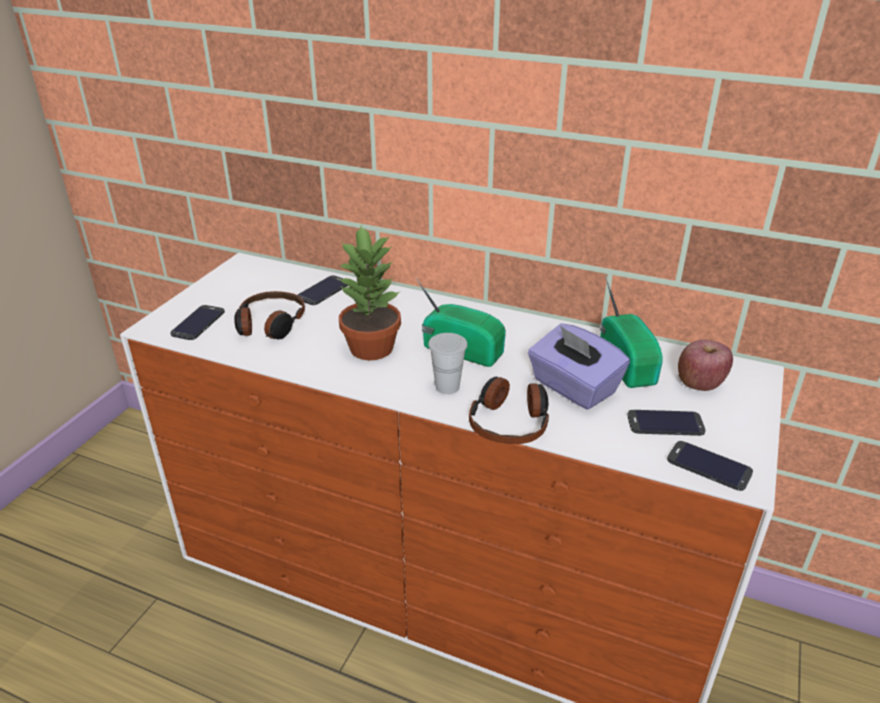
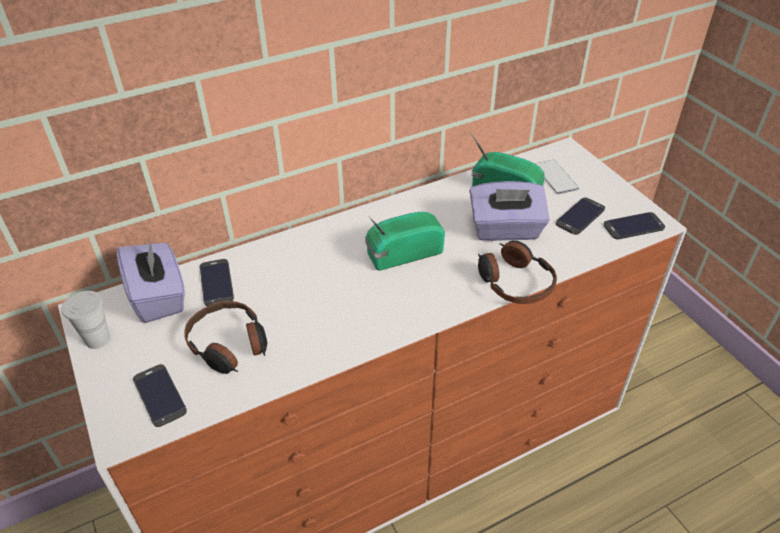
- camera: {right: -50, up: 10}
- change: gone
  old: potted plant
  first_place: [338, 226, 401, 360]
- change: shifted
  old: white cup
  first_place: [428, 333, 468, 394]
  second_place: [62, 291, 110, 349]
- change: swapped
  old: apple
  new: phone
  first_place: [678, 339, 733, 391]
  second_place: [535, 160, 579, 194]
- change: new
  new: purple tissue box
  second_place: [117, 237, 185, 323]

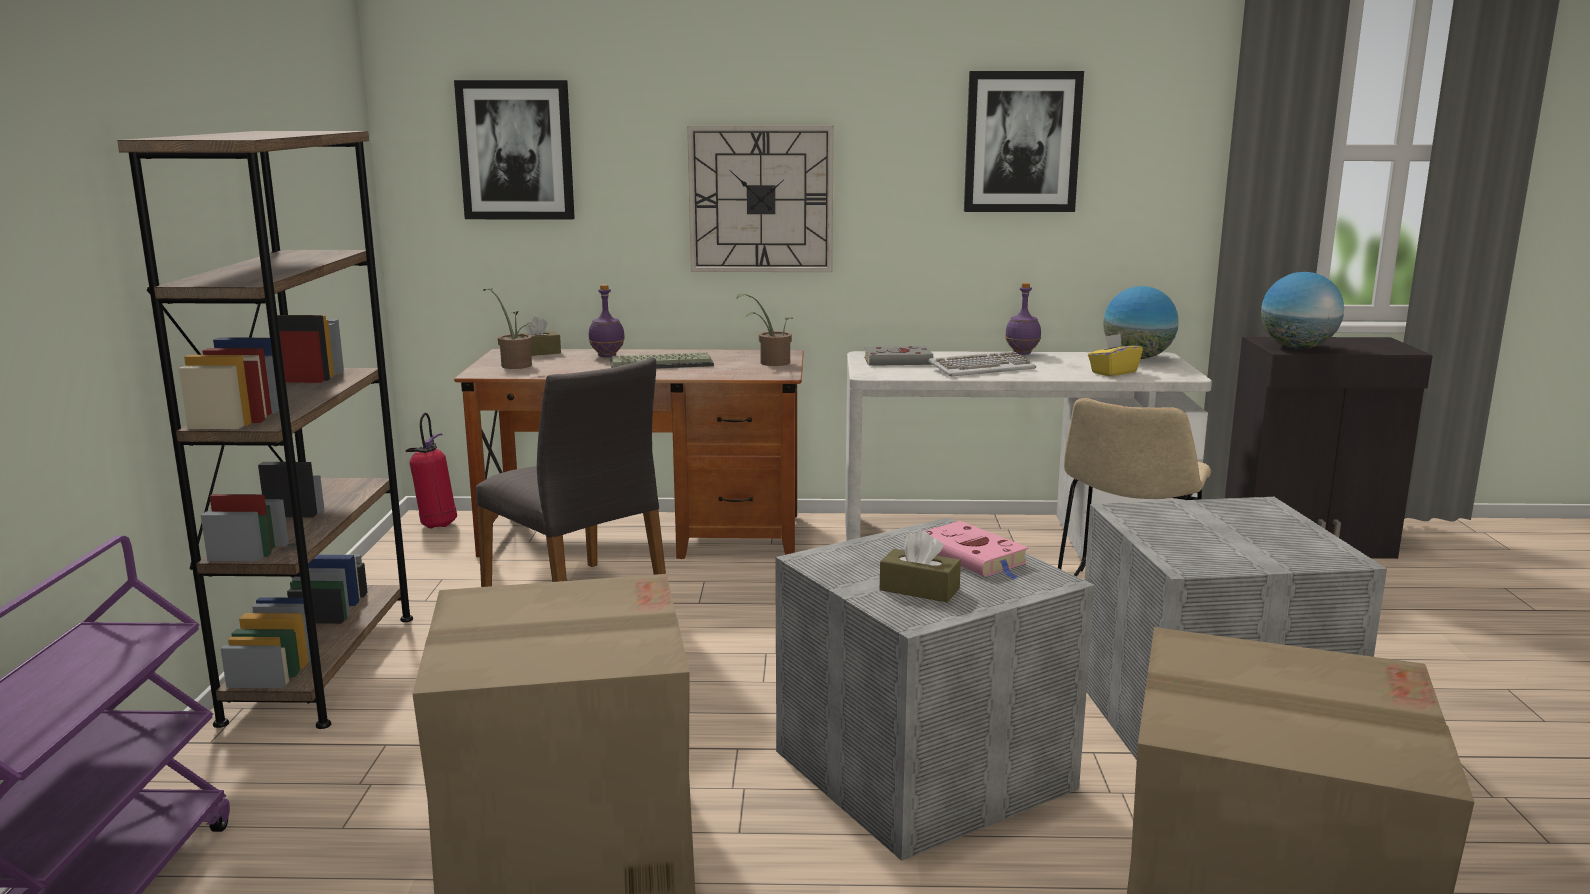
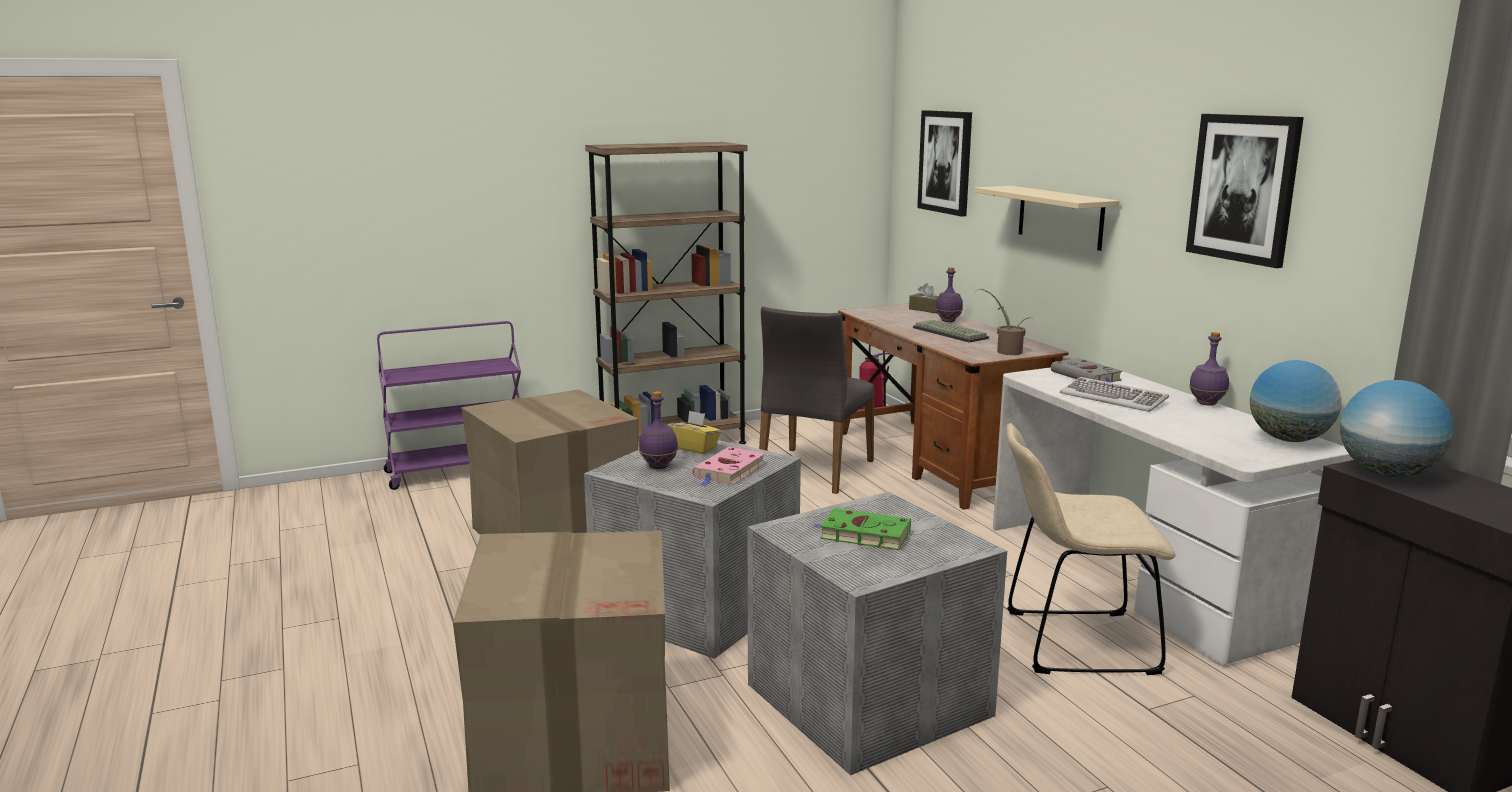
- camera: {right: 65, up: 0}
- change: swapped
  old: wall clock
  new: beige shelf
  first_place: [687, 125, 834, 272]
  second_place: [974, 186, 1120, 251]
- change: gone
  old: potted plant
  first_place: [483, 288, 534, 369]
- change: shifted
  old: yellow tissue box
  first_place: [1088, 334, 1143, 377]
  second_place: [668, 410, 721, 454]
- change: swapped
  old: brown tissue box
  new: purple bottle
  first_place: [880, 531, 961, 602]
  second_place: [639, 391, 678, 469]
- change: new
  new: green book
  second_place: [813, 508, 911, 550]

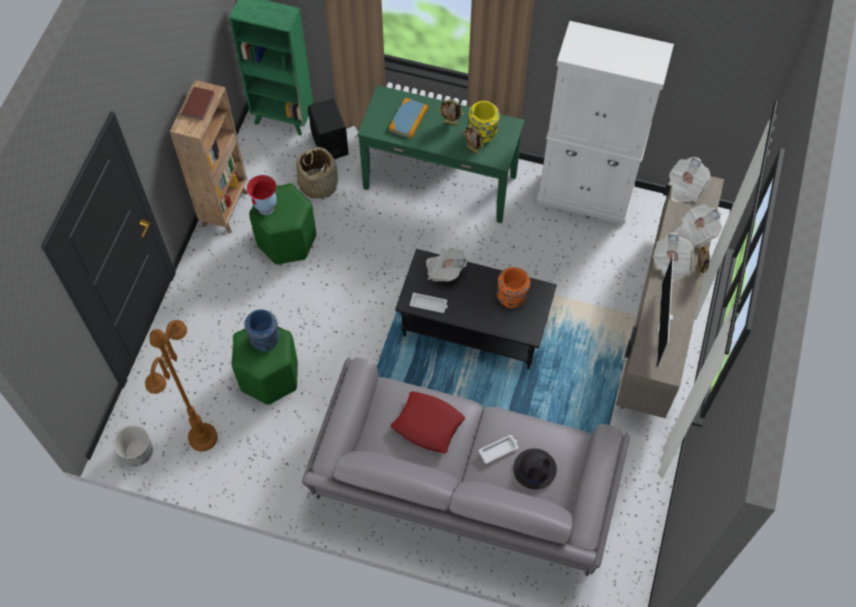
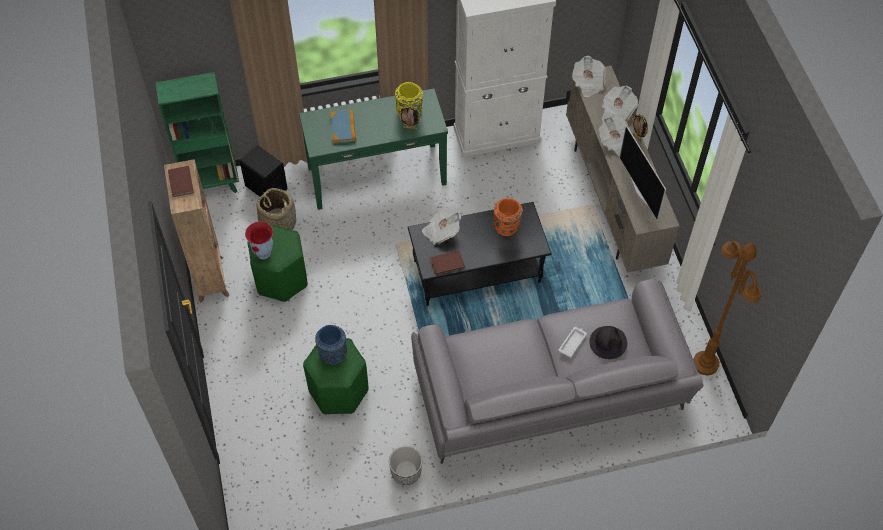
- camera: {right: -30, up: -5}
- change: gone
  old: picture frame
  first_place: [439, 100, 463, 125]
- change: swapped
  old: white tray
  new: brown book
  first_place: [410, 293, 448, 313]
  second_place: [430, 250, 465, 275]
- change: shifted
  old: brown floor lamp
  first_place: [145, 320, 218, 451]
  second_place: [693, 241, 761, 375]
- change: gone
  old: red pillow
  first_place: [391, 391, 465, 453]
- change: shifted
  old: planter
  first_place: [113, 425, 153, 466]
  second_place: [389, 446, 422, 485]

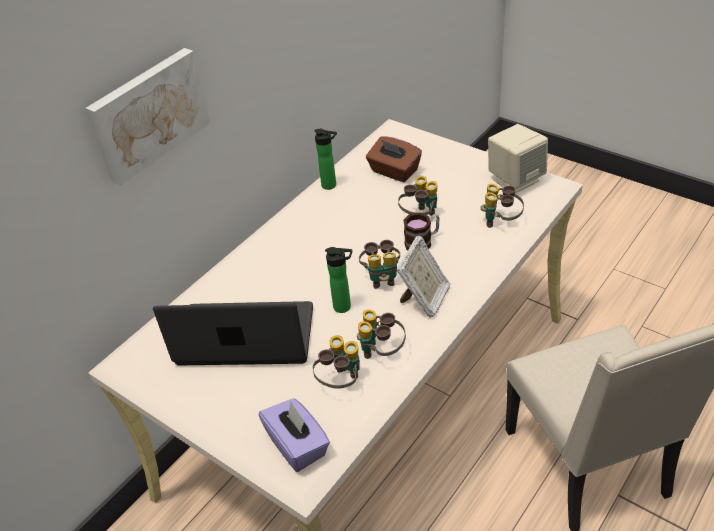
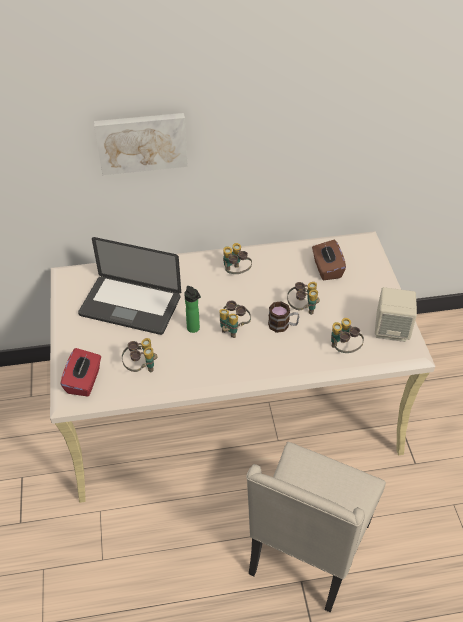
- camera: {right: 40, up: 5}
- change: gone
  old: bottle
  first_place: [314, 129, 337, 190]
- change: gone
  old: picture frame
  first_place: [396, 236, 450, 318]
- change: rotated
  old: laptop
  first_place: [153, 301, 313, 365]
  second_place: [78, 237, 181, 335]
  degrees: 150
- change: shifted
  old: binoculars
  first_place: [357, 309, 406, 359]
  second_place: [223, 243, 252, 274]
- change: repainted
  old: purple tissue box
  new: red tissue box
  first_place: [259, 398, 330, 472]
  second_place: [60, 348, 101, 397]

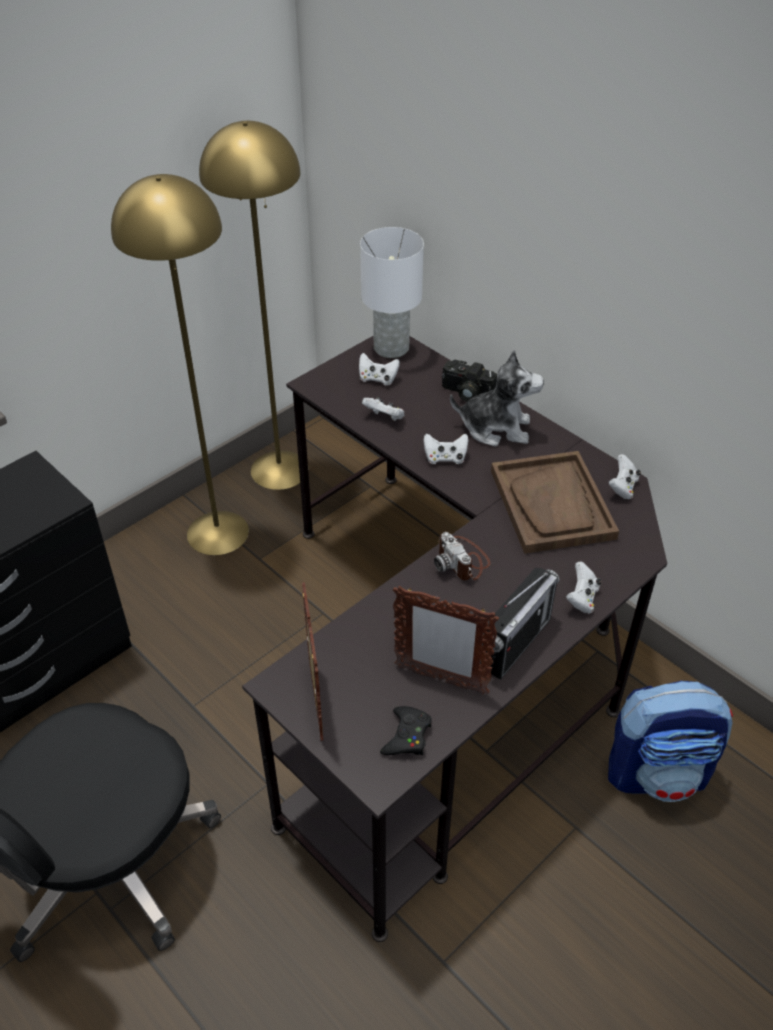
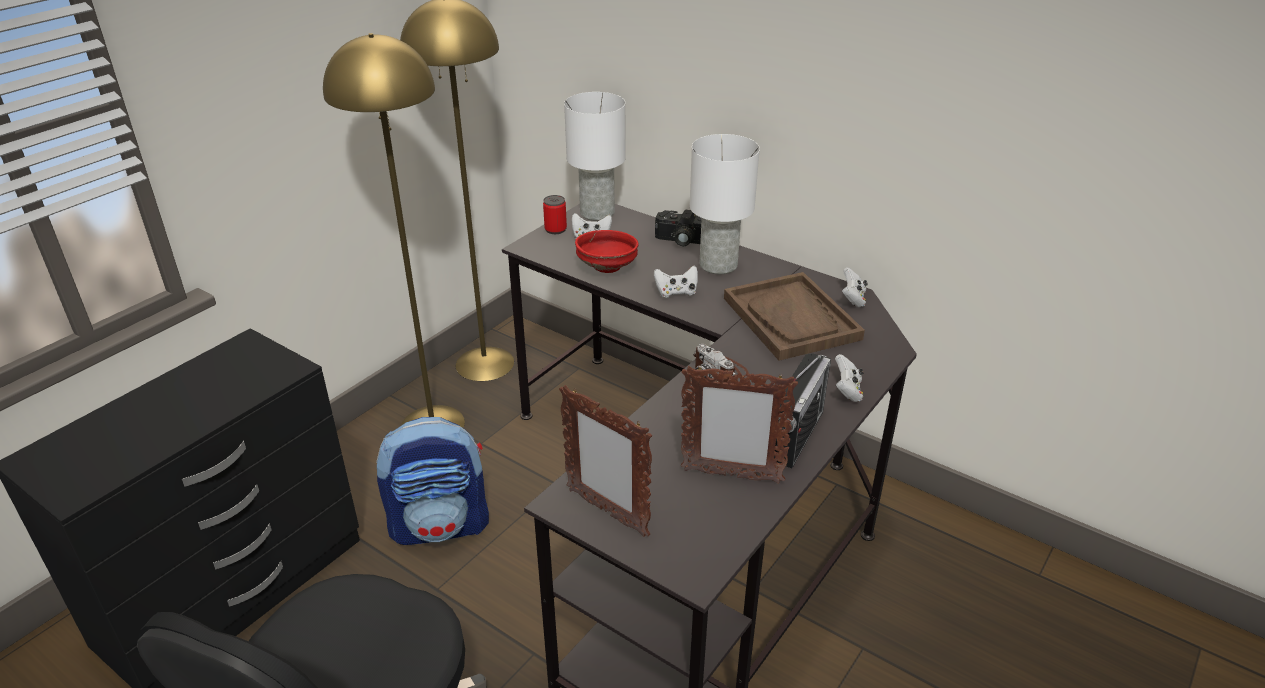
- camera: {right: -10, up: -10}
- change: swapped
  old: plush toy
  new: white table lamp
  first_place: [450, 350, 544, 447]
  second_place: [690, 134, 760, 274]
- change: swapped
  old: white game controller
  new: red bowl
  first_place: [362, 397, 404, 421]
  second_place: [575, 230, 639, 273]
- change: rotated
  old: picture frame
  first_place: [302, 582, 323, 741]
  second_place: [559, 385, 652, 537]
  degrees: 150
- change: shifted
  old: backpack
  first_place: [608, 681, 733, 802]
  second_place: [376, 417, 489, 545]
- change: gone
  old: black game controller
  first_place: [380, 706, 432, 755]
- change: new
  new: can
  second_place: [543, 195, 567, 234]

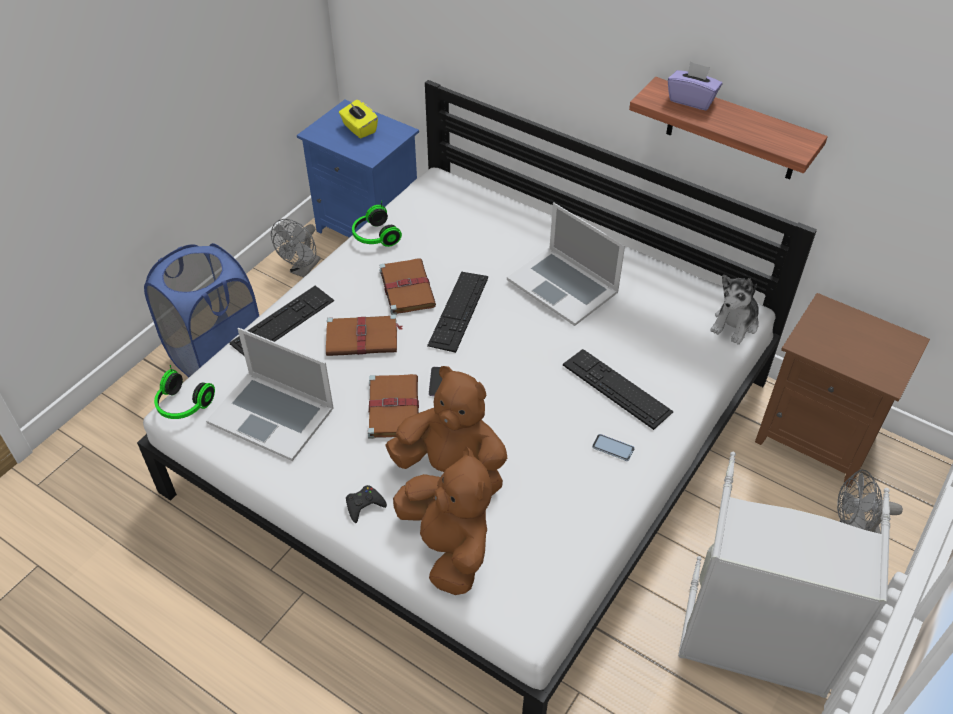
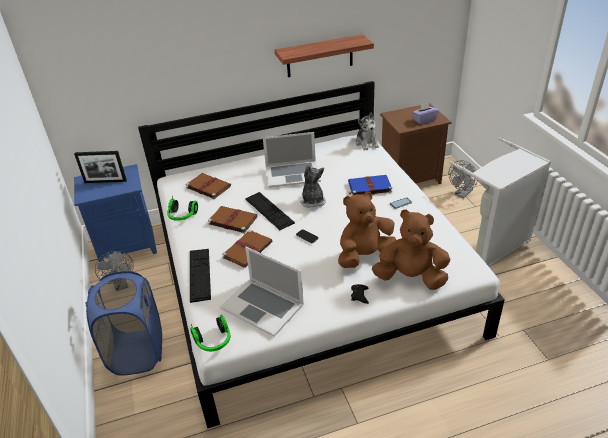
- camera: {right: -50, up: -10}
- change: shifted
  old: purple tissue box
  first_place: [668, 61, 722, 110]
  second_place: [412, 102, 439, 124]
- change: swapped
  old: yellow tissue box
  new: picture frame
  first_place: [339, 100, 378, 138]
  second_place: [74, 151, 127, 183]
- change: rotated
  old: laptop
  first_place: [206, 328, 334, 461]
  second_place: [220, 247, 304, 337]
  degrees: 60
- change: swapped
  old: keyboard
  new: blue book
  first_place: [563, 349, 674, 430]
  second_place: [348, 175, 392, 195]
- change: shifted
  old: brown book
  first_place: [368, 374, 419, 439]
  second_place: [186, 173, 231, 199]
- change: new
  new: plush toy
  second_place: [300, 165, 326, 208]

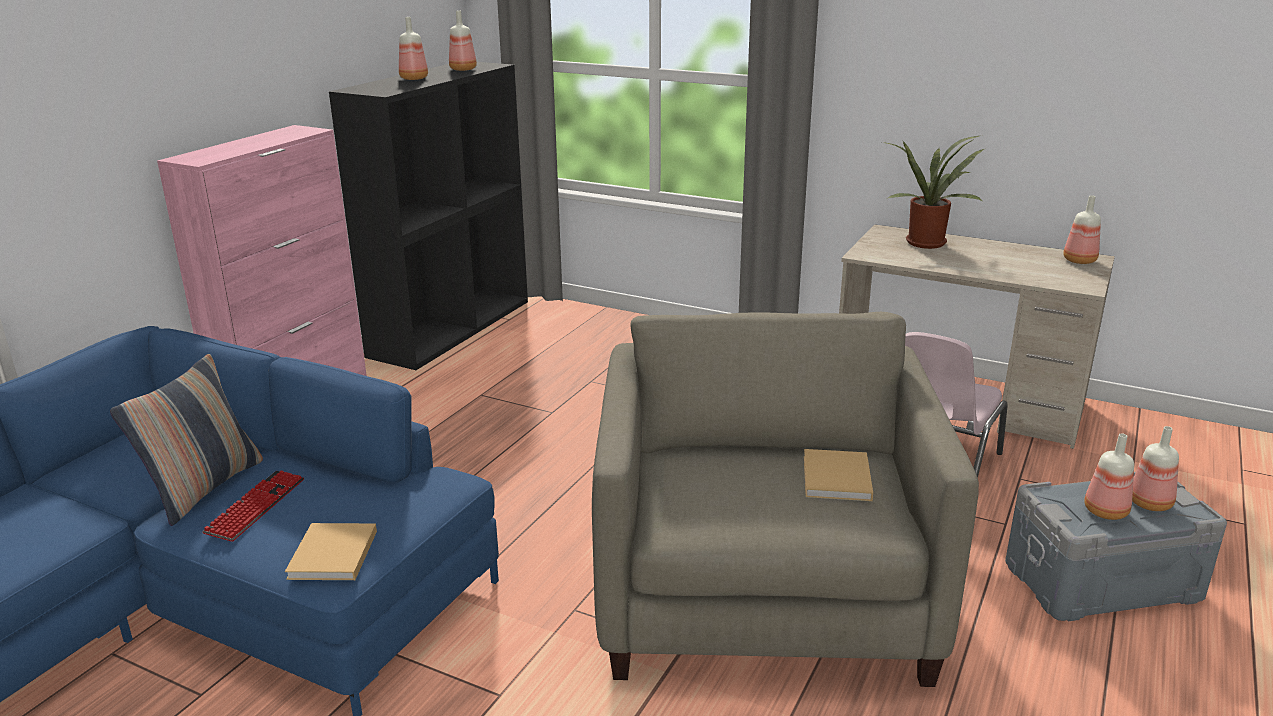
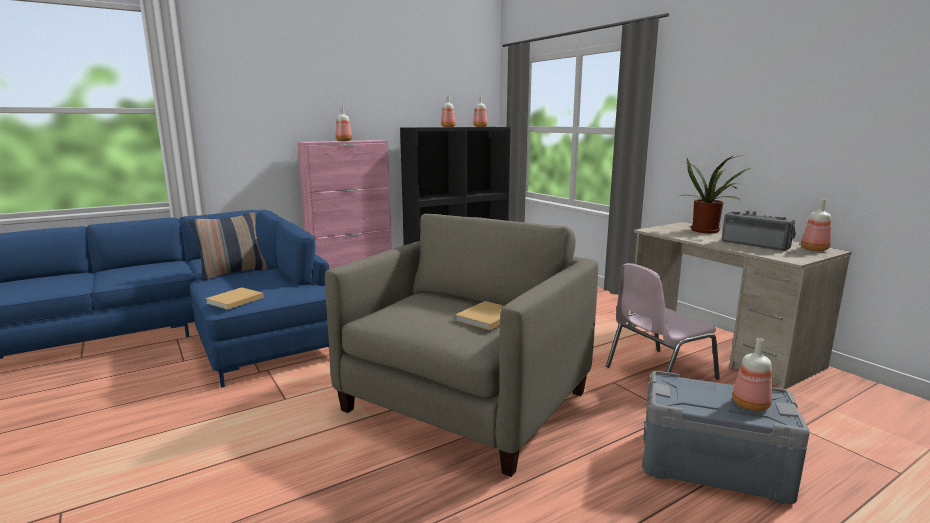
- camera: {right: 30, up: -10}
- change: shifted
  old: bottle
  first_place: [1084, 433, 1134, 520]
  second_place: [336, 106, 352, 141]
- change: gone
  old: keyboard
  first_place: [202, 470, 304, 542]
- change: new
  new: radio
  second_place: [722, 210, 796, 251]

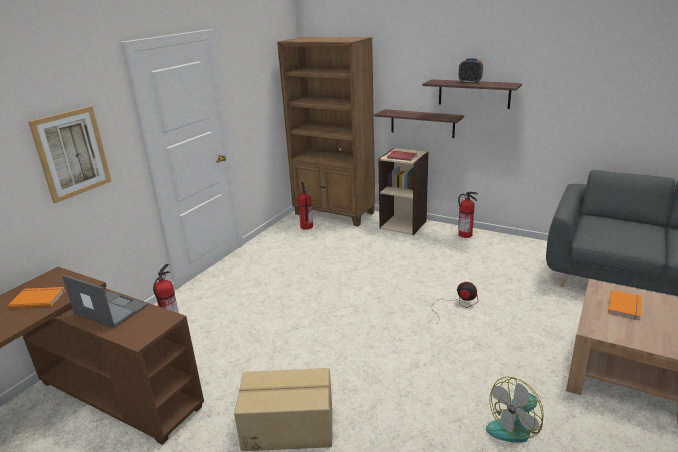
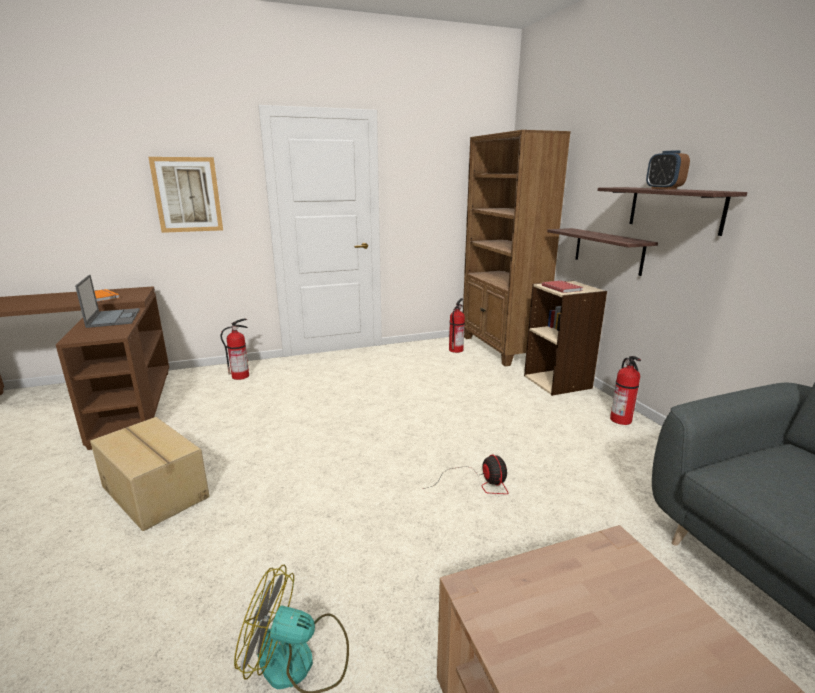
- camera: {right: 40, up: -5}
- change: gone
  old: orange book
  first_place: [608, 290, 642, 320]

